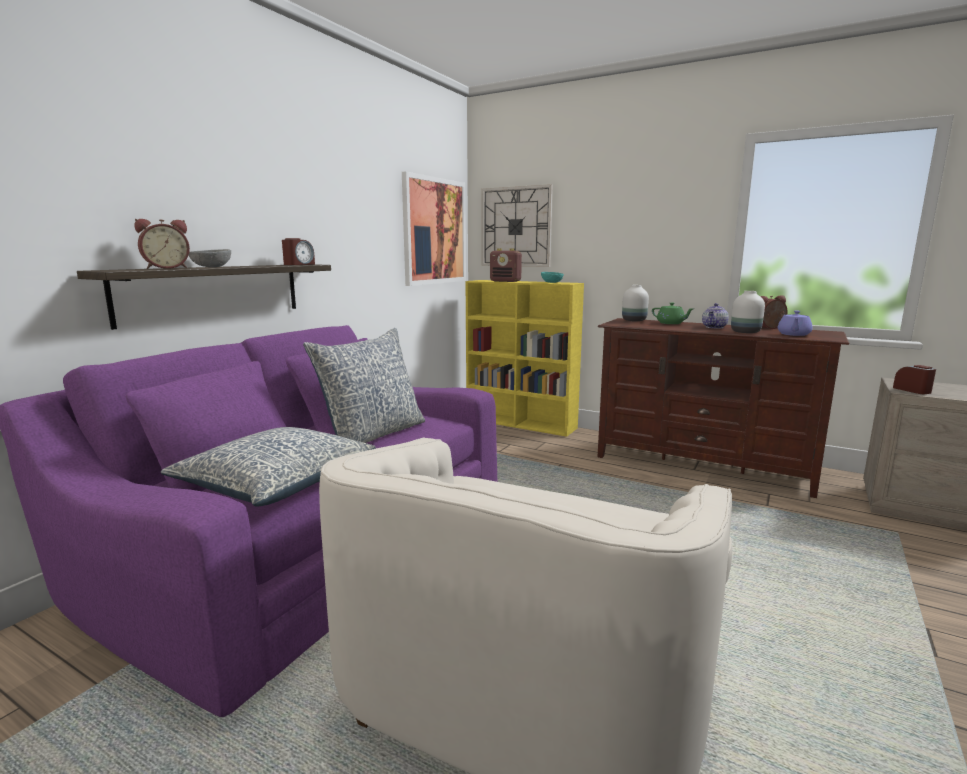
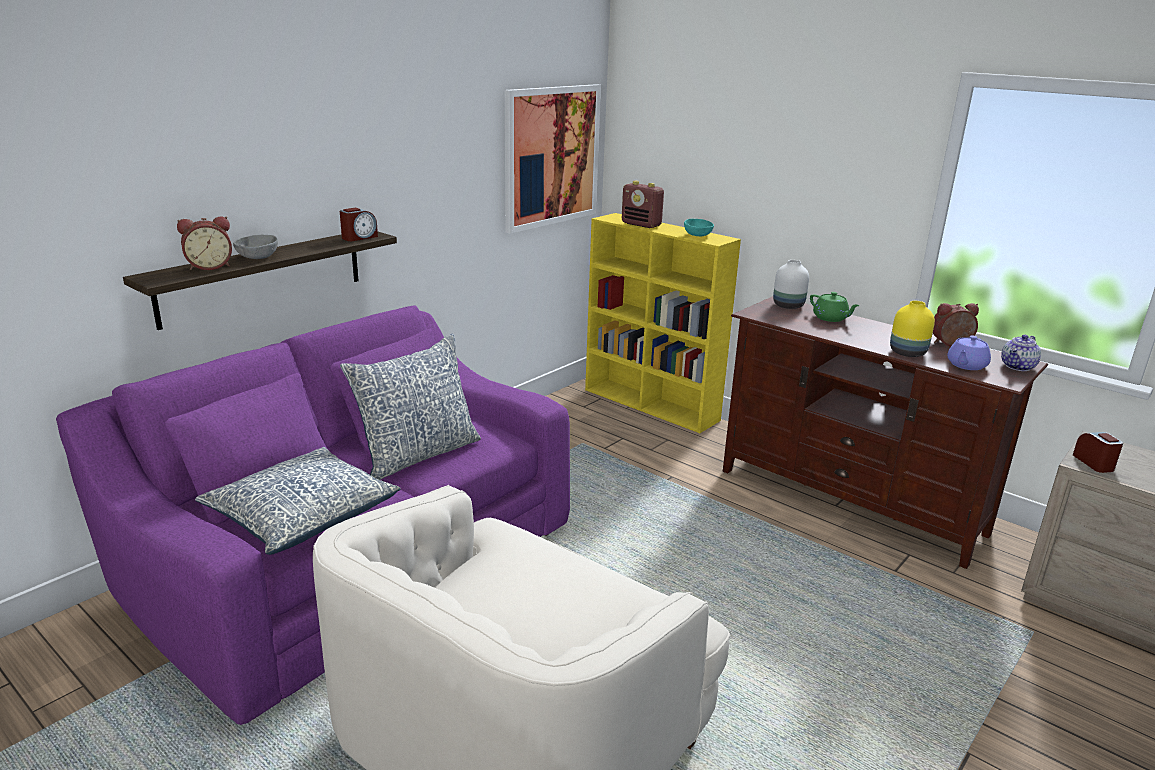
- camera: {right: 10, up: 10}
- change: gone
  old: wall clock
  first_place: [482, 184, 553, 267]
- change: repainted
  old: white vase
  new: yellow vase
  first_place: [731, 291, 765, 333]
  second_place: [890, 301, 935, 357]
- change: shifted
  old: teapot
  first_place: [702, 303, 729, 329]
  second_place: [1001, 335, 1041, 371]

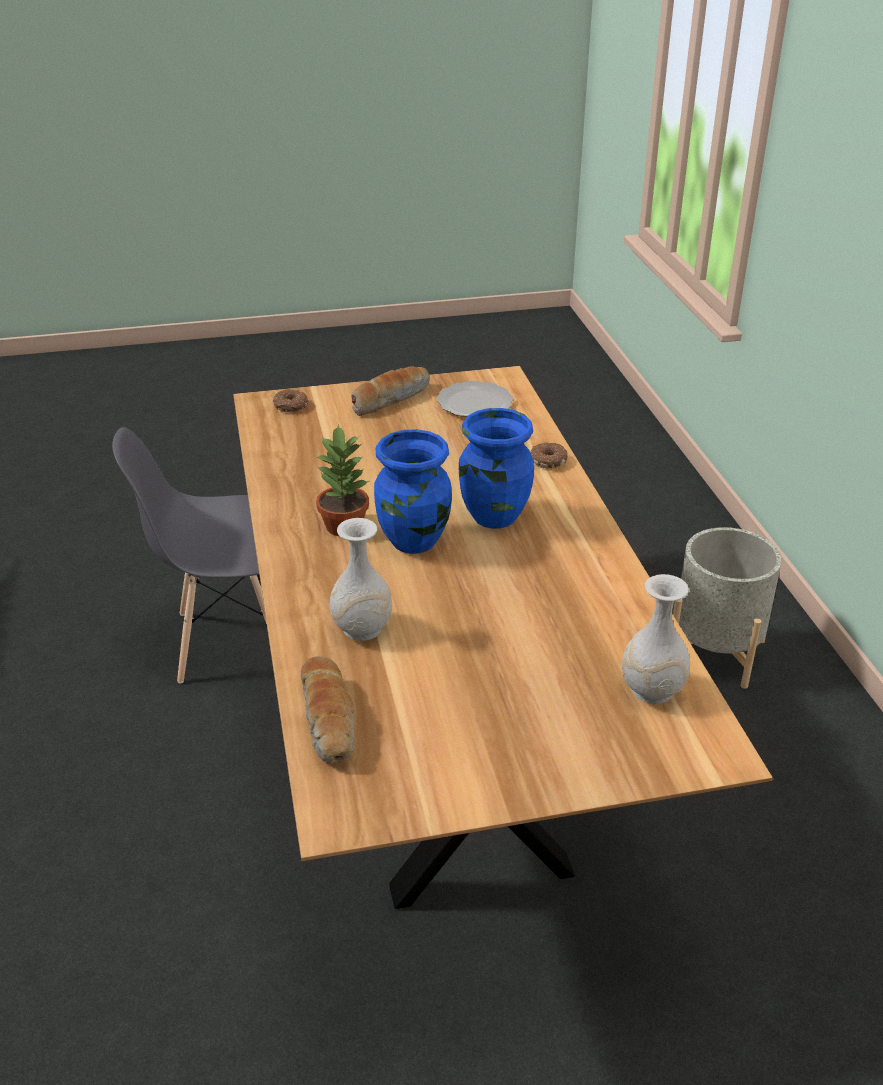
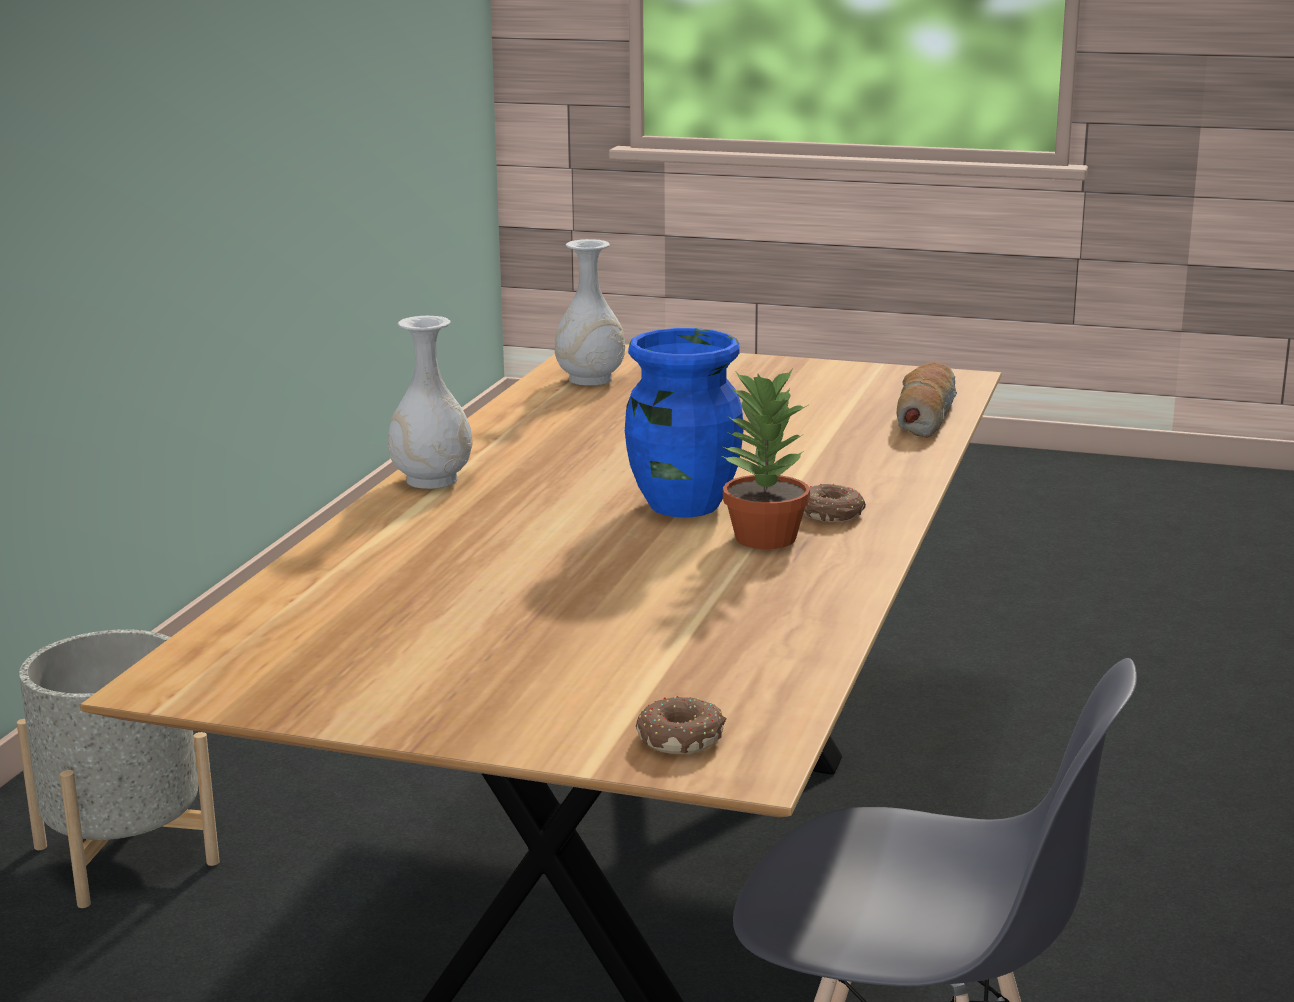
- camera: {right: -150, up: -15}
- change: gone
  old: bread
  first_place: [351, 366, 430, 416]
- change: gone
  old: plate
  first_place: [437, 381, 514, 417]
- change: gone
  old: blue vase
  first_place: [459, 408, 534, 529]
- change: shifted
  old: donut
  first_place: [530, 442, 568, 469]
  second_place: [804, 483, 866, 522]
- change: shifted
  old: white vase
  first_place: [330, 518, 392, 641]
  second_place: [388, 316, 472, 489]

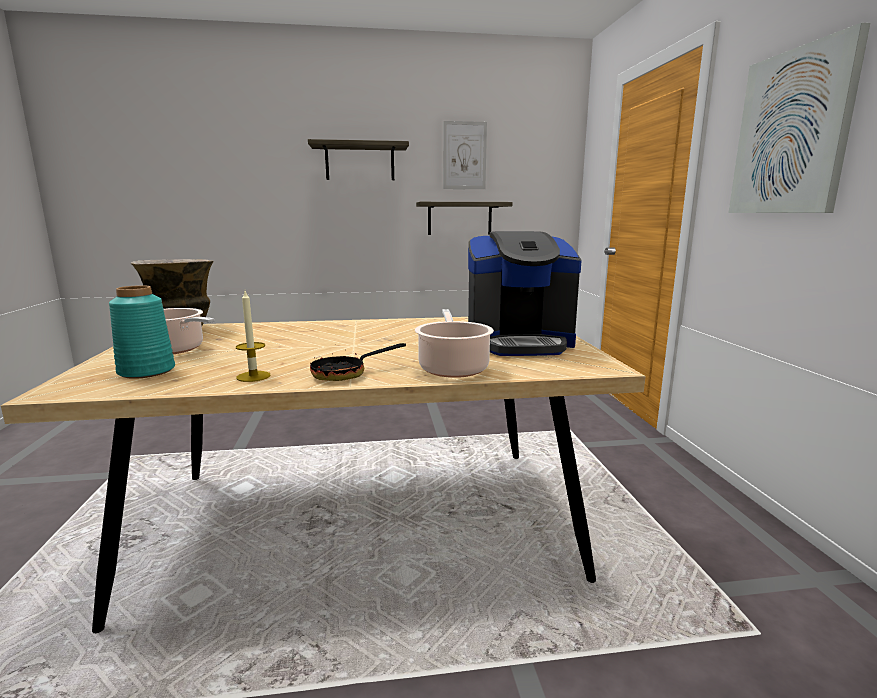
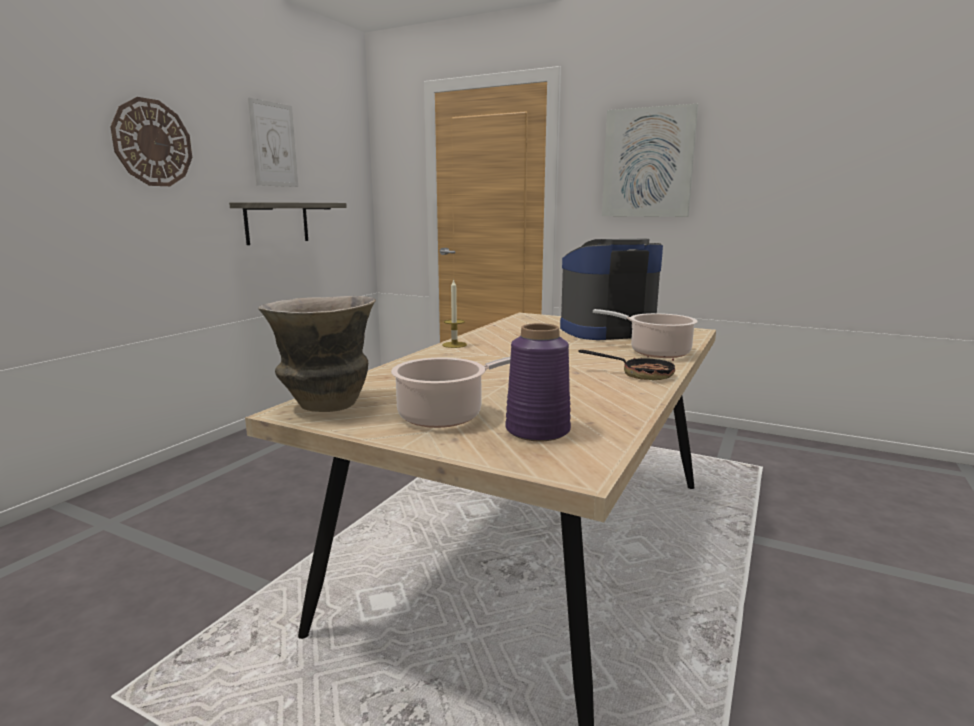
- camera: {right: -55, up: 0}
- change: swapped
  old: shelf
  new: wall clock
  first_place: [308, 139, 409, 180]
  second_place: [110, 97, 192, 186]
- change: rotated
  old: coffee machine
  first_place: [468, 231, 582, 356]
  second_place: [560, 239, 663, 340]
  degrees: -135
- change: repainted
  old: turquoise vase
  new: purple vase
  first_place: [109, 285, 175, 379]
  second_place: [505, 323, 571, 441]
- change: shifted
  old: candle
  first_place: [236, 291, 271, 382]
  second_place: [442, 279, 467, 348]
- change: rotated
  old: frying pan
  first_place: [310, 343, 406, 381]
  second_place: [578, 350, 675, 380]
  degrees: -75

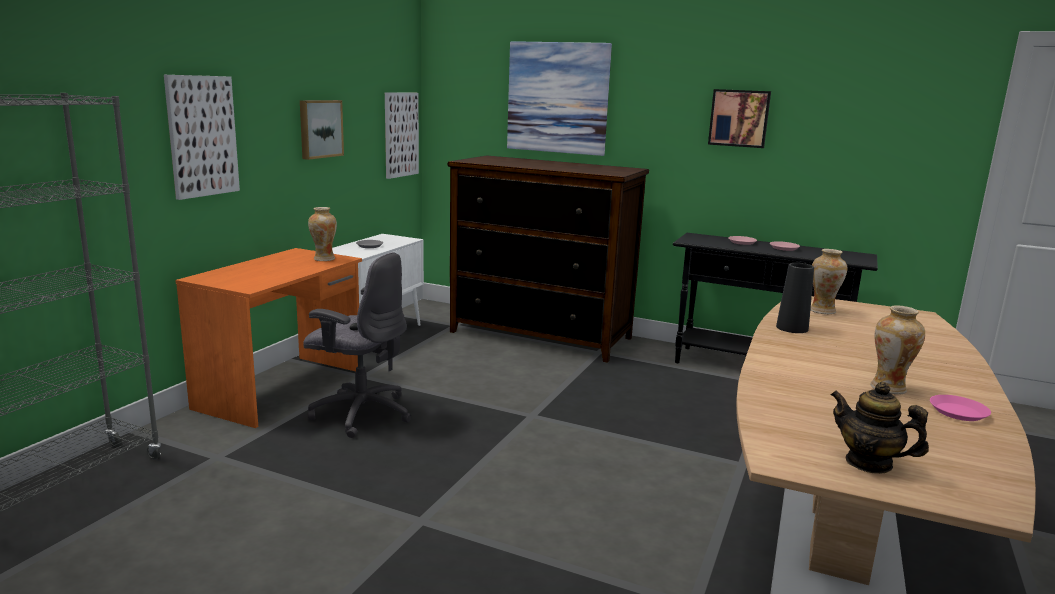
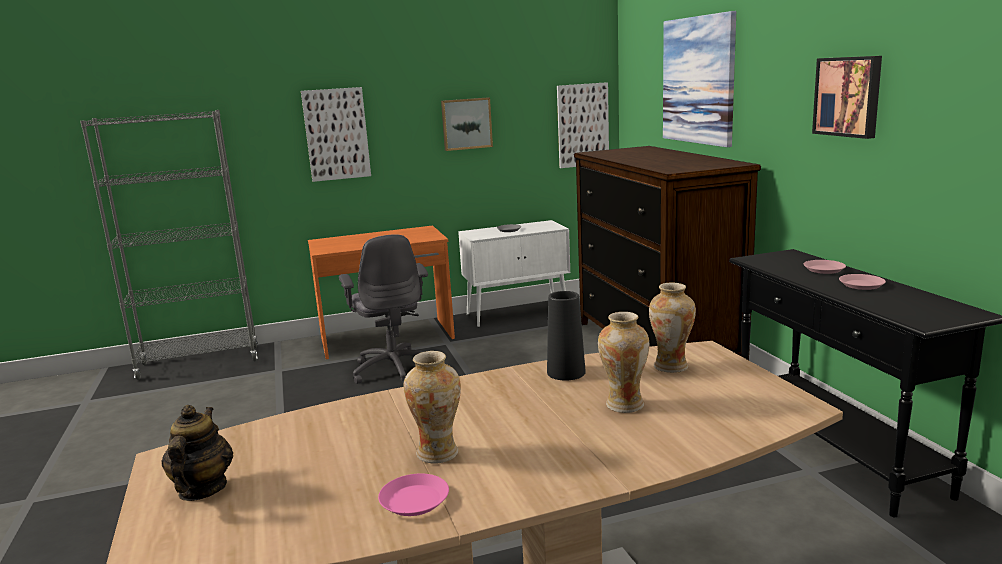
- camera: {right: 50, up: 0}
- change: shifted
  old: vase
  first_place: [308, 207, 337, 261]
  second_place: [598, 312, 649, 413]

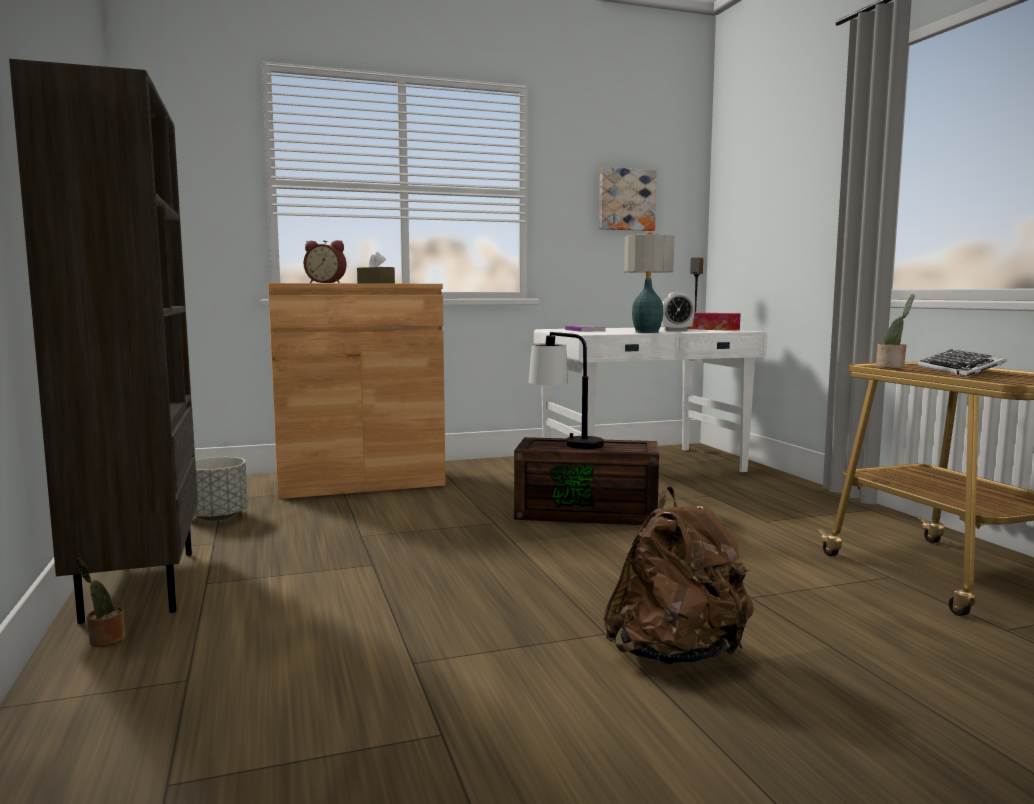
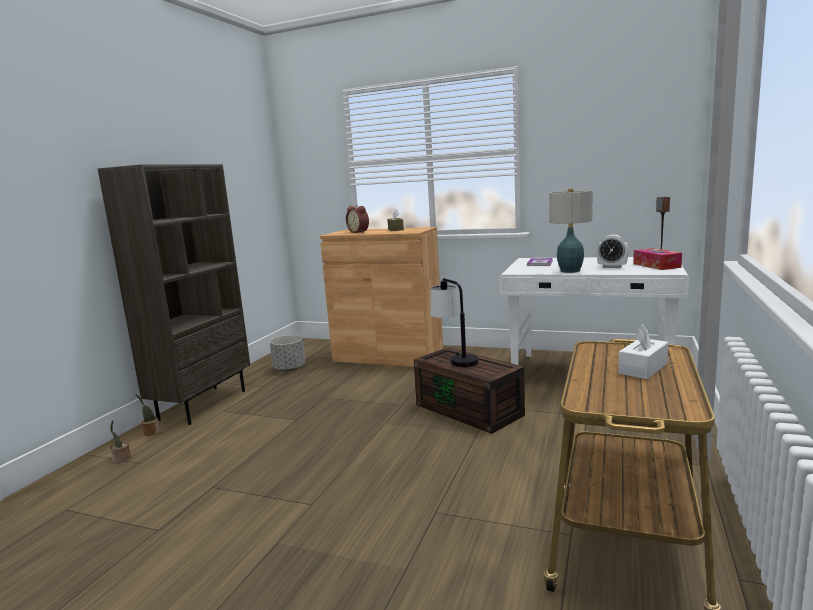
- camera: {right: 40, up: 5}
- change: gone
  old: picture
  first_place: [599, 167, 657, 231]
- change: shifted
  old: potted plant
  first_place: [876, 294, 915, 368]
  second_place: [110, 420, 131, 463]
- change: swapped
  old: keyboard
  new: white tissue box
  first_place: [918, 349, 1007, 376]
  second_place: [618, 324, 669, 379]
- change: gone
  old: brown backpack
  first_place: [603, 486, 754, 665]

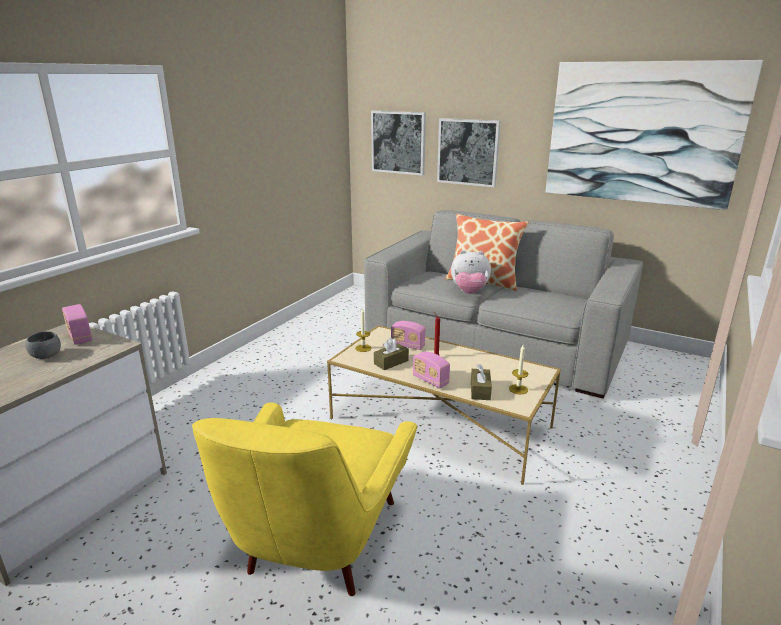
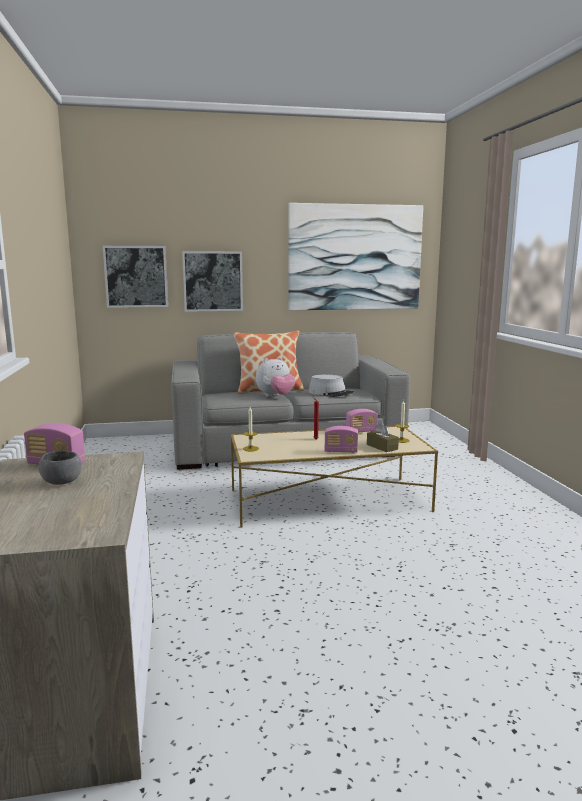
- camera: {right: -40, up: -10}
- change: shifted
  old: radio
  first_place: [391, 321, 425, 350]
  second_place: [346, 409, 378, 432]
- change: gone
  old: brown tissue box
  first_place: [374, 338, 409, 370]
- change: gone
  old: yellow armchair
  first_place: [192, 403, 418, 596]
- change: new
  new: grey hat
  second_place: [309, 375, 354, 397]

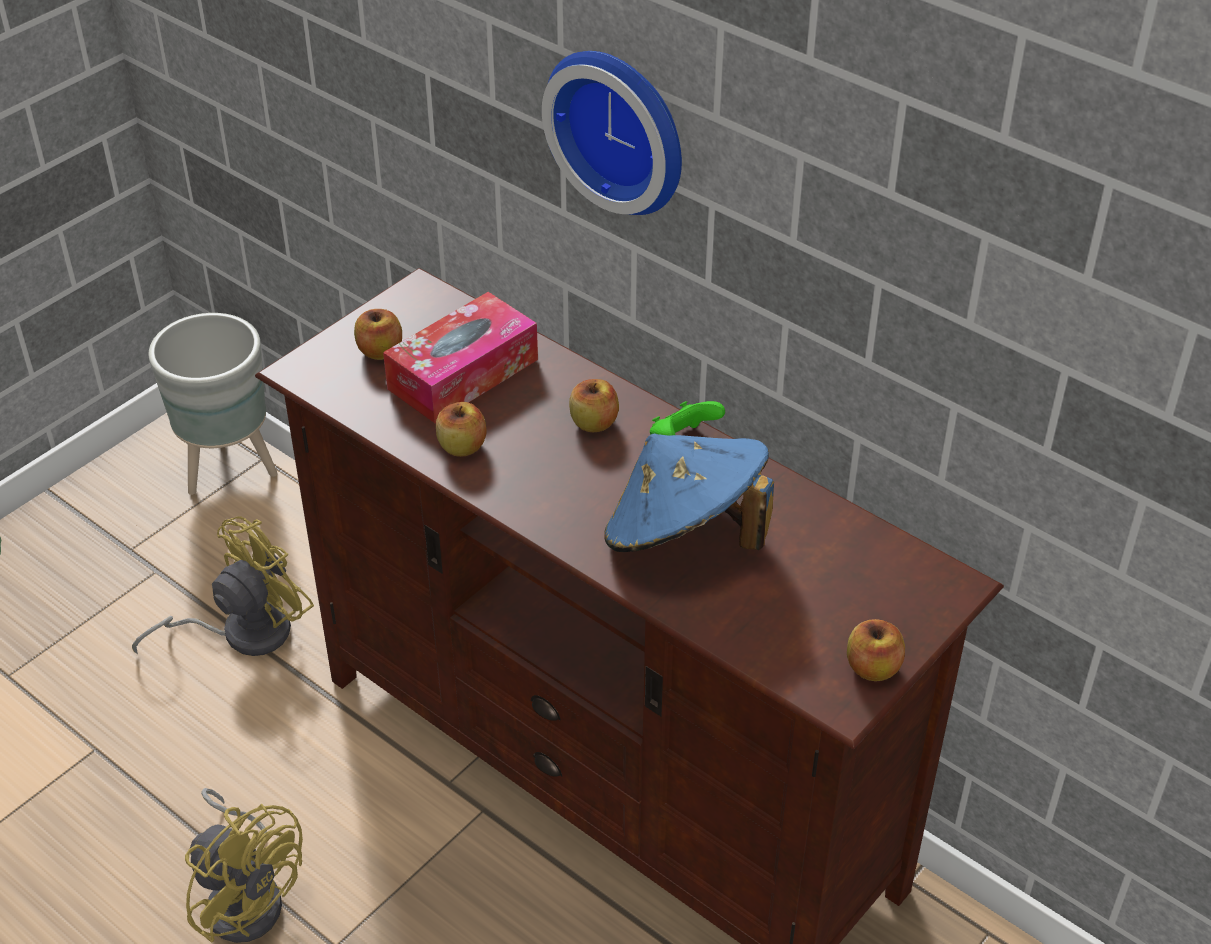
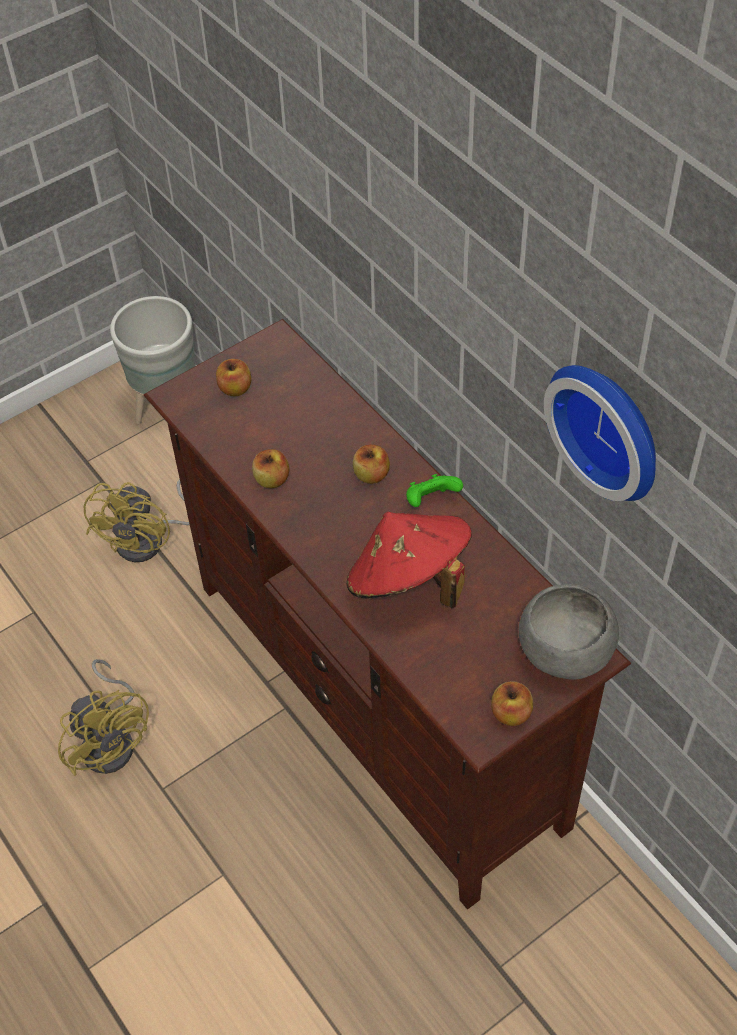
- camera: {right: 15, up: 10}
- change: shifted
  old: wall clock
  first_place: [542, 51, 682, 215]
  second_place: [544, 365, 656, 501]
- change: gone
  old: tissue box
  first_place: [383, 292, 538, 423]
- change: repainted
  old: blue hat
  new: red hat
  first_place: [604, 433, 774, 552]
  second_place: [346, 512, 472, 609]
- change: rotated
  old: yellow fan
  first_place: [132, 517, 314, 656]
  second_place: [84, 479, 190, 562]
  degrees: 135
- change: new
  new: grey bowl
  second_place: [519, 584, 619, 680]

